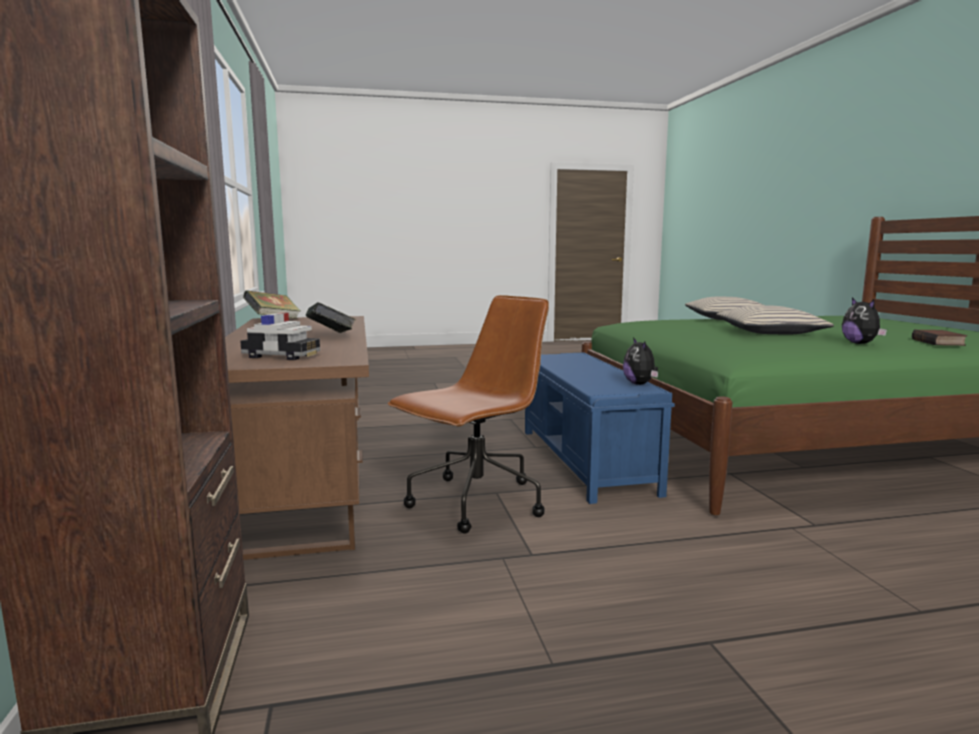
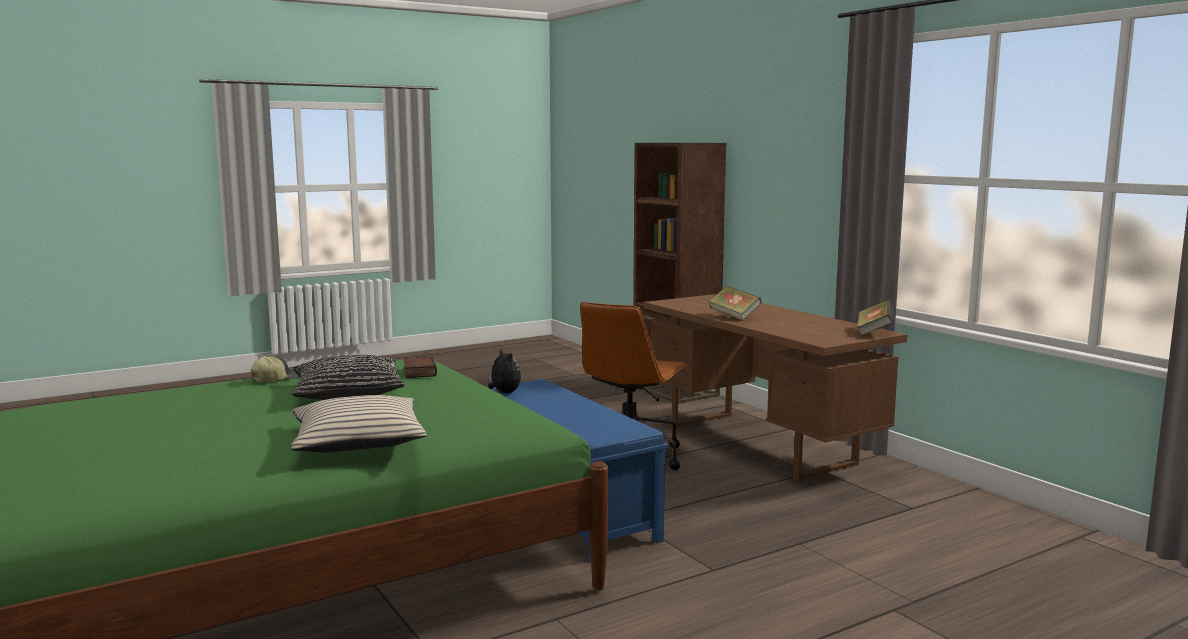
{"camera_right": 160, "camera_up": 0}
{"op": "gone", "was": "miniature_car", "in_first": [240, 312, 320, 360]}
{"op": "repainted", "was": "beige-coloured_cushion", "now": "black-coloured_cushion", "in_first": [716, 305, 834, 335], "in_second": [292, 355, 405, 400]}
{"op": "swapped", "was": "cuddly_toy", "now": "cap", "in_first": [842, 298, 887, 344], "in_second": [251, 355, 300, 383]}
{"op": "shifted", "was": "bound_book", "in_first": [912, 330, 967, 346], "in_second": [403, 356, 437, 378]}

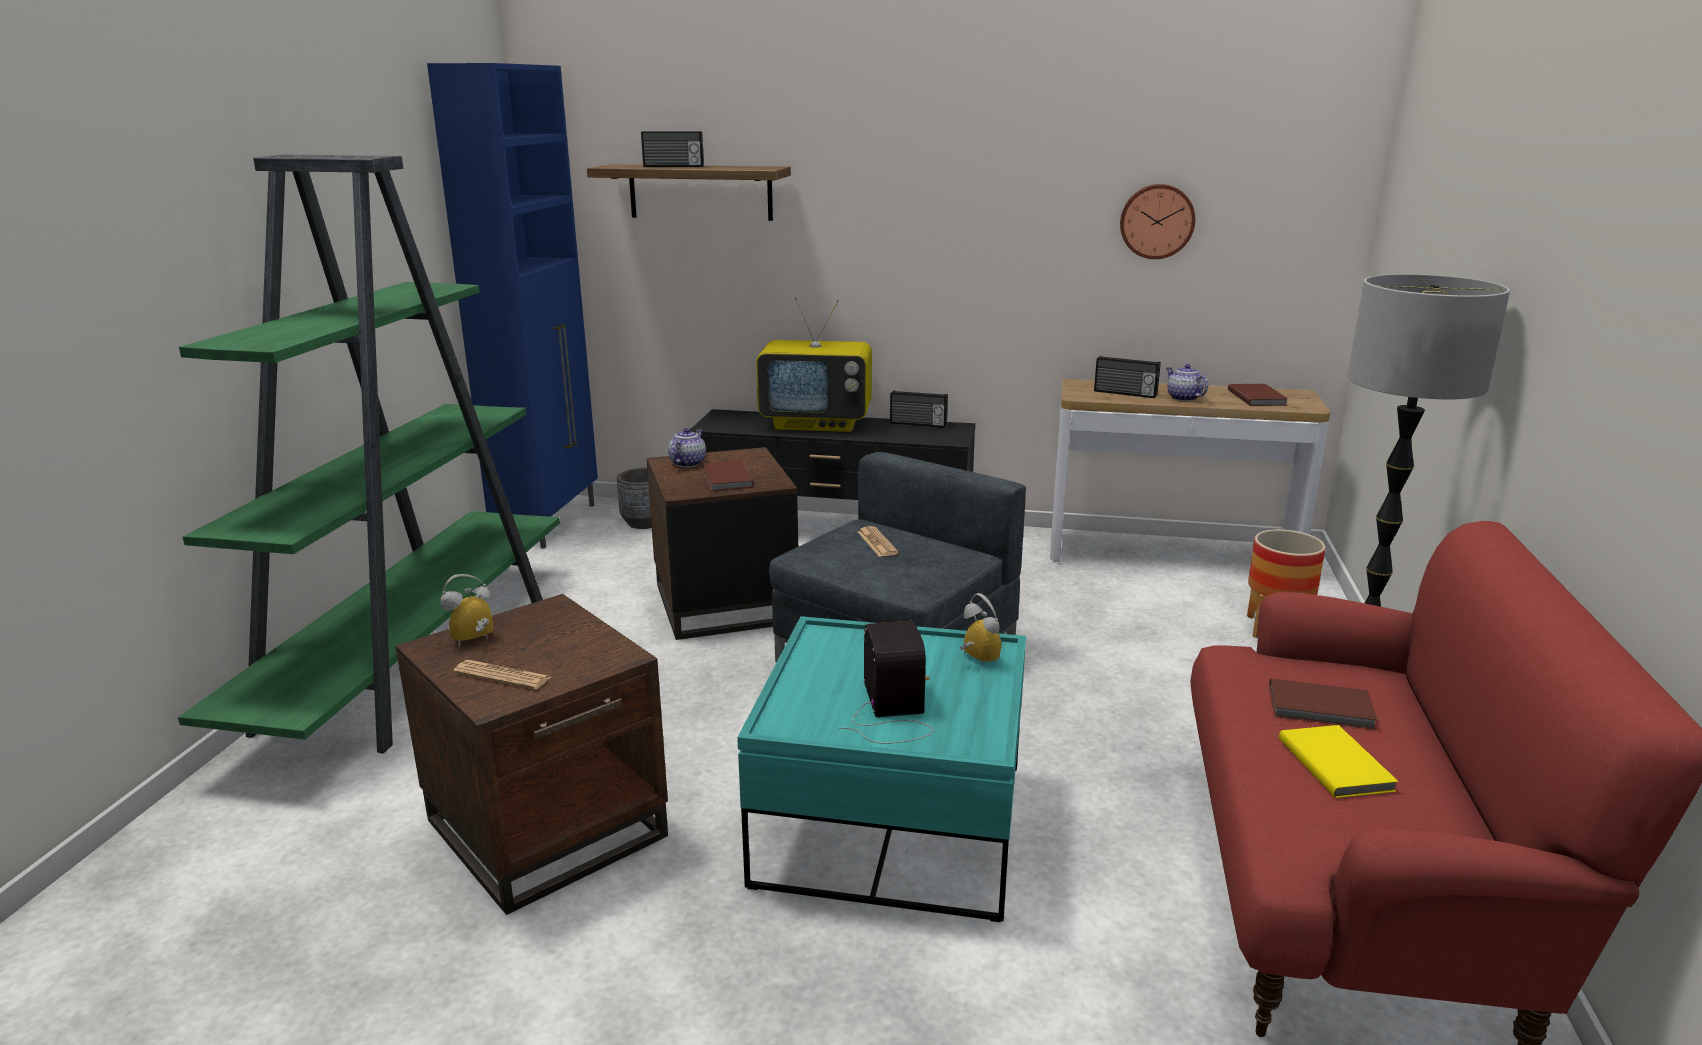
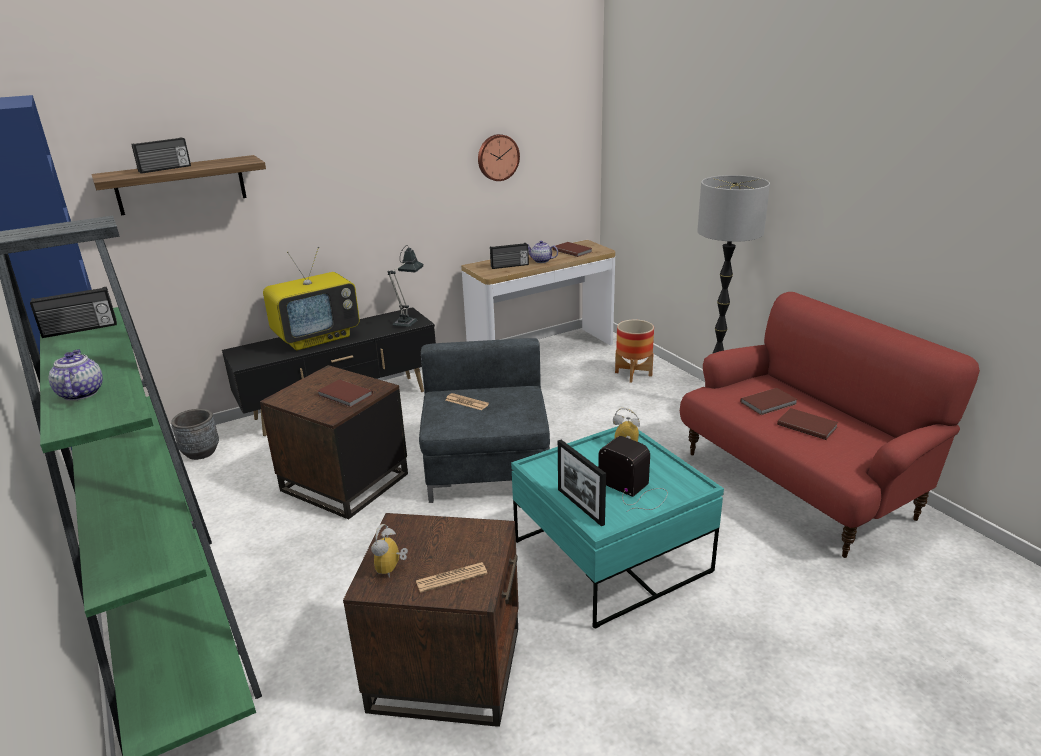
{"camera_right": -40, "camera_up": 5}
{"op": "shifted", "was": "teapot", "in_first": [668, 428, 706, 467], "in_second": [49, 349, 103, 401]}
{"op": "shifted", "was": "radio_set", "in_first": [890, 390, 948, 428], "in_second": [30, 287, 117, 338]}
{"op": "repainted", "was": "yellow-coloured_bound_book", "now": "brown_bound_book", "in_first": [1279, 725, 1399, 798], "in_second": [777, 408, 839, 440]}
{"op": "new", "now": "table_lamp", "in_second": [388, 245, 423, 327]}
{"op": "new", "now": "picture_frame", "in_second": [558, 440, 606, 526]}

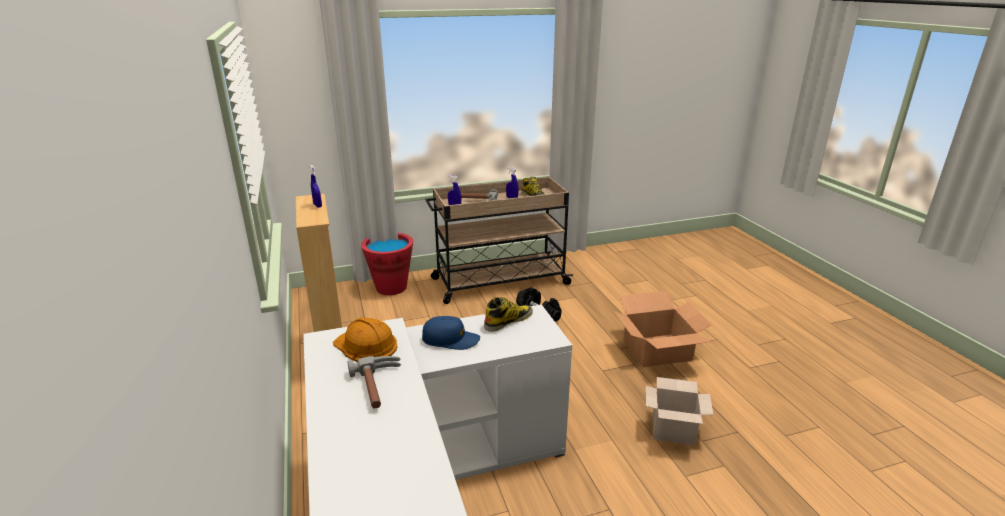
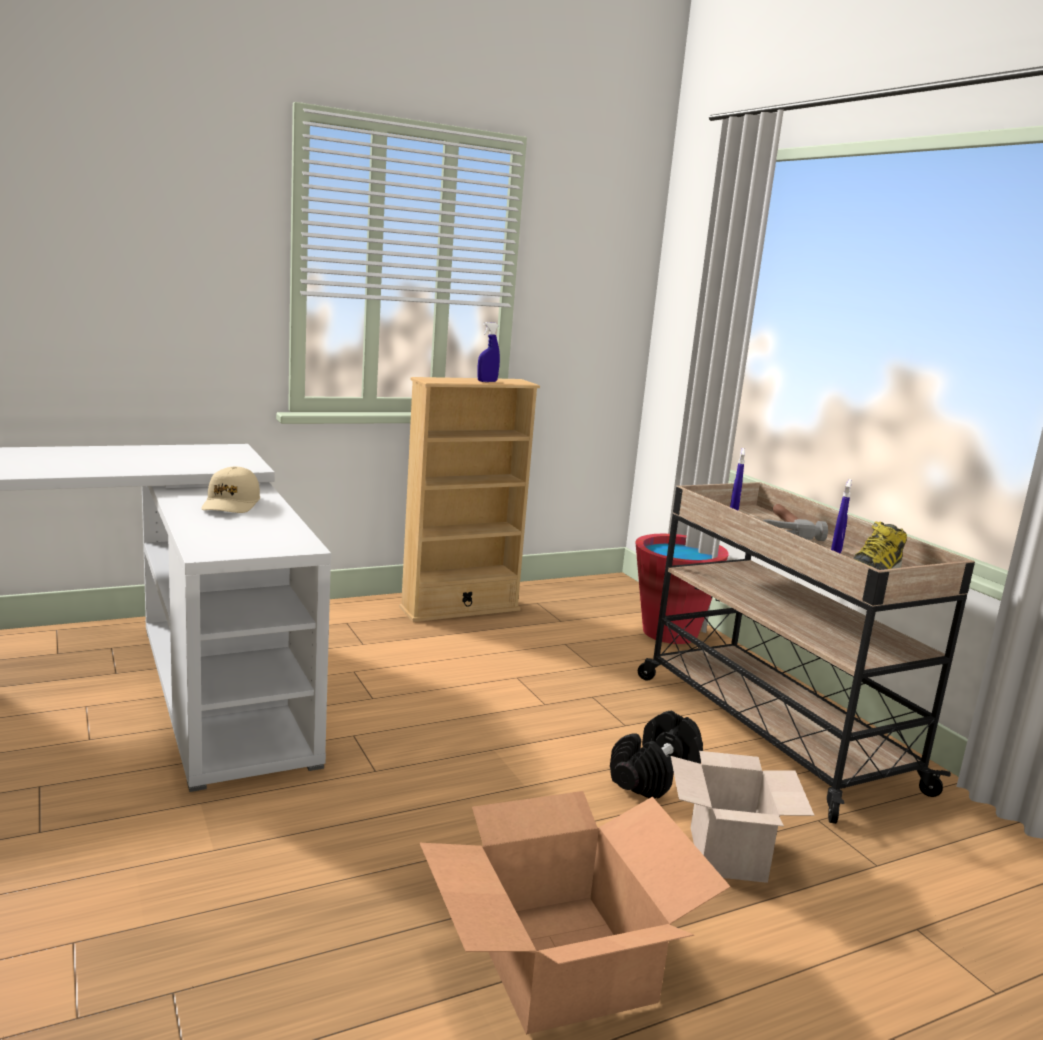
{"camera_right": 80, "camera_up": -10}
{"op": "gone", "was": "orange_work_helmet", "in_first": [333, 318, 398, 362]}
{"op": "gone", "was": "tool_hammer", "in_first": [348, 356, 401, 409]}
{"op": "repainted", "was": "blue_cap", "now": "beige-coloured_cap", "in_first": [422, 316, 480, 350], "in_second": [201, 466, 260, 513]}
{"op": "gone", "was": "boot", "in_first": [484, 297, 533, 332]}
{"op": "shifted", "was": "packing_box", "in_first": [646, 377, 713, 445], "in_second": [671, 751, 814, 883]}

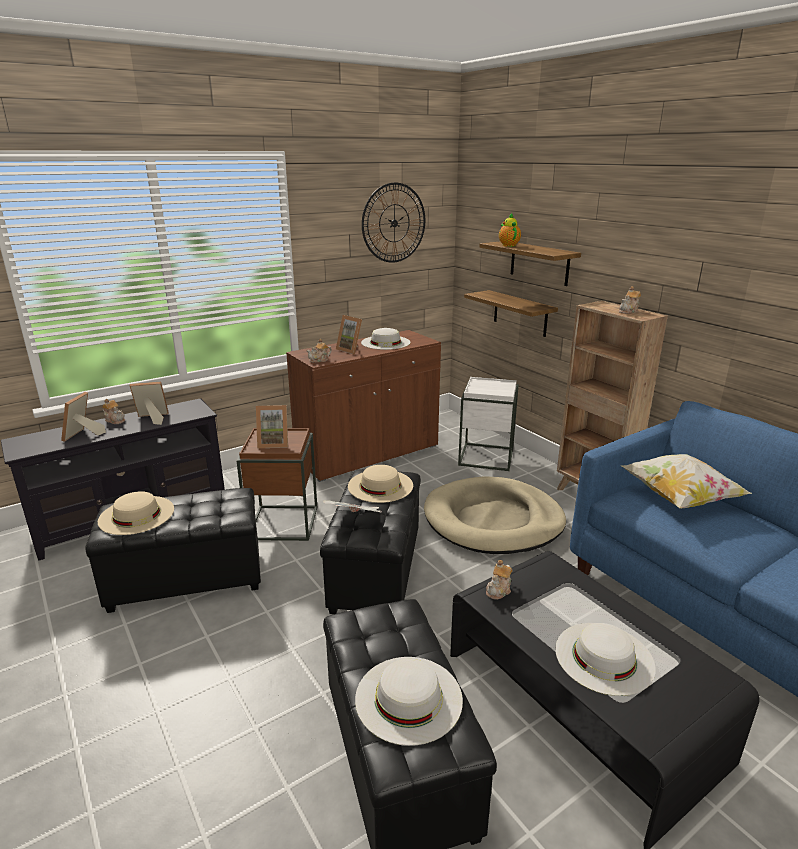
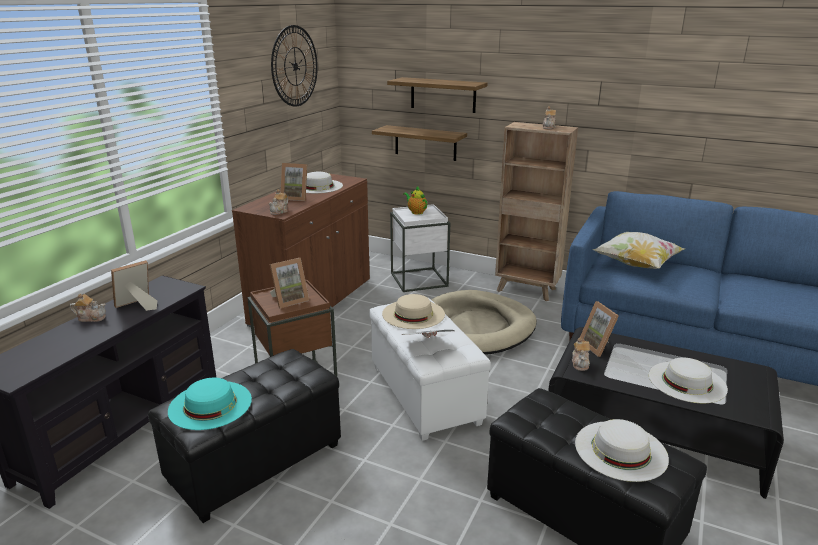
{"camera_right": -30, "camera_up": 0}
{"op": "shifted", "was": "picture_frame", "in_first": [61, 392, 106, 442], "in_second": [580, 301, 619, 357]}
{"op": "repainted", "was": "beige-coloured_hat", "now": "turquoise-coloured_hat", "in_first": [98, 491, 174, 535], "in_second": [168, 378, 252, 430]}
{"op": "repainted", "was": "black-coloured_ottoman", "now": "white_ottoman", "in_first": [320, 470, 421, 614], "in_second": [369, 298, 491, 441]}
{"op": "shifted", "was": "teapot", "in_first": [499, 213, 521, 247], "in_second": [403, 186, 427, 215]}

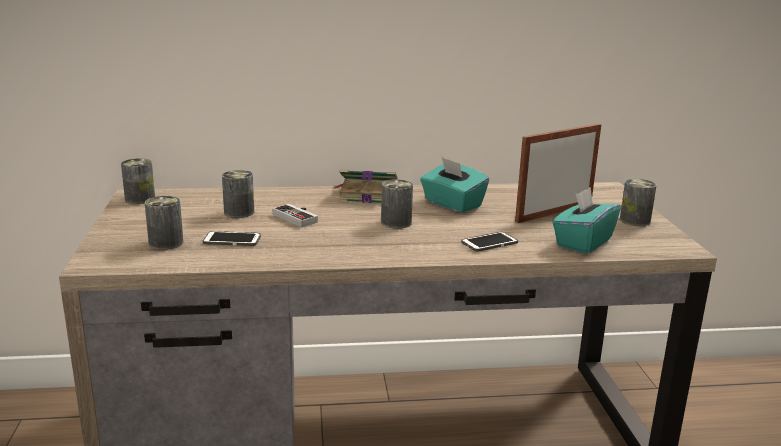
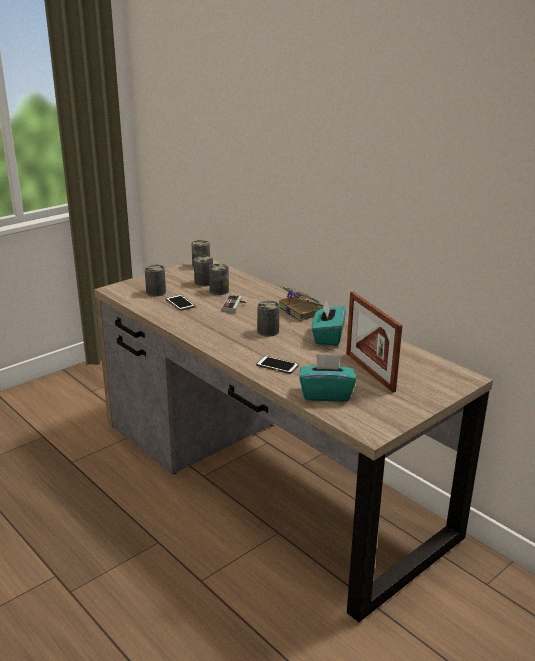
{"camera_right": 55, "camera_up": 5}
{"op": "rotated", "was": "picture_frame", "in_first": [515, 124, 601, 223], "in_second": [346, 291, 403, 393], "clockwise": -135}
{"op": "shifted", "was": "sealed_can", "in_first": [620, 179, 657, 226], "in_second": [194, 256, 213, 287]}

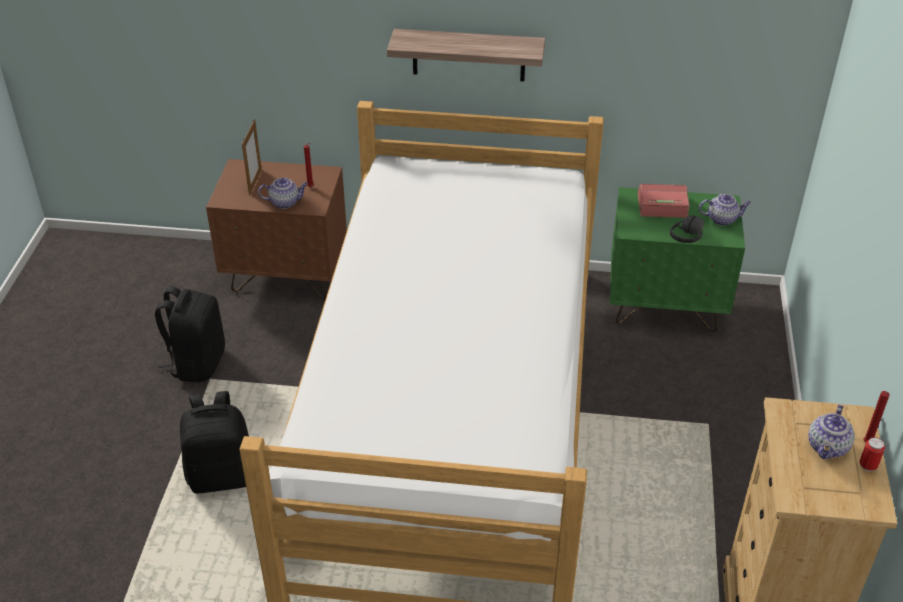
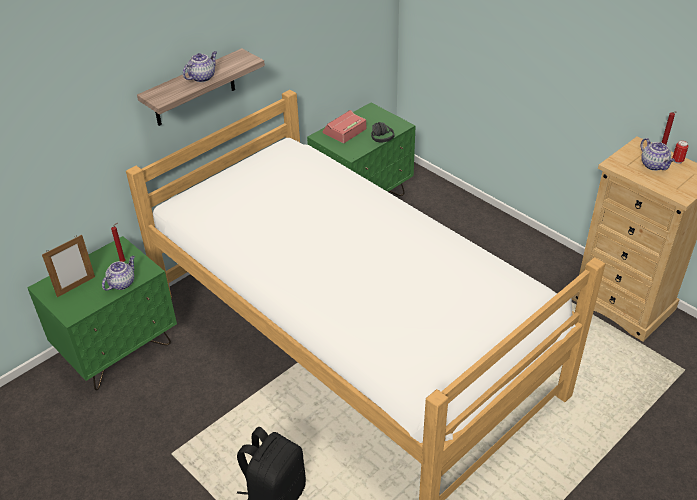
{"camera_right": -50, "camera_up": 0}
{"op": "gone", "was": "black-coloured_rucksack", "in_first": [155, 286, 225, 382]}
{"op": "repainted", "was": "brown_nightstand", "now": "green_nightstand", "in_first": [206, 159, 347, 299], "in_second": [27, 236, 177, 390]}
{"op": "rotated", "was": "picture_frame", "in_first": [242, 119, 262, 195], "in_second": [42, 235, 95, 297], "clockwise": 90}
{"op": "shifted", "was": "teapot", "in_first": [699, 194, 751, 226], "in_second": [183, 51, 217, 82]}

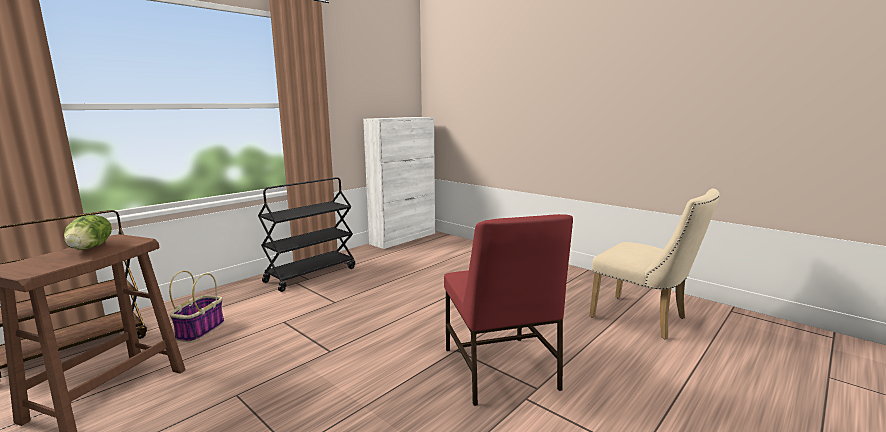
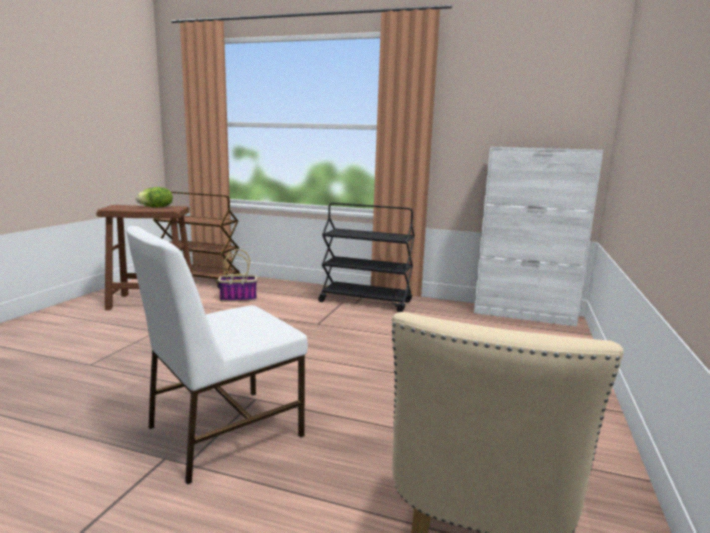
{"camera_right": 65, "camera_up": 0}
{"op": "repainted", "was": "red-coloured_upright_chair", "now": "white_upright_chair", "in_first": [444, 214, 573, 406], "in_second": [126, 226, 308, 484]}

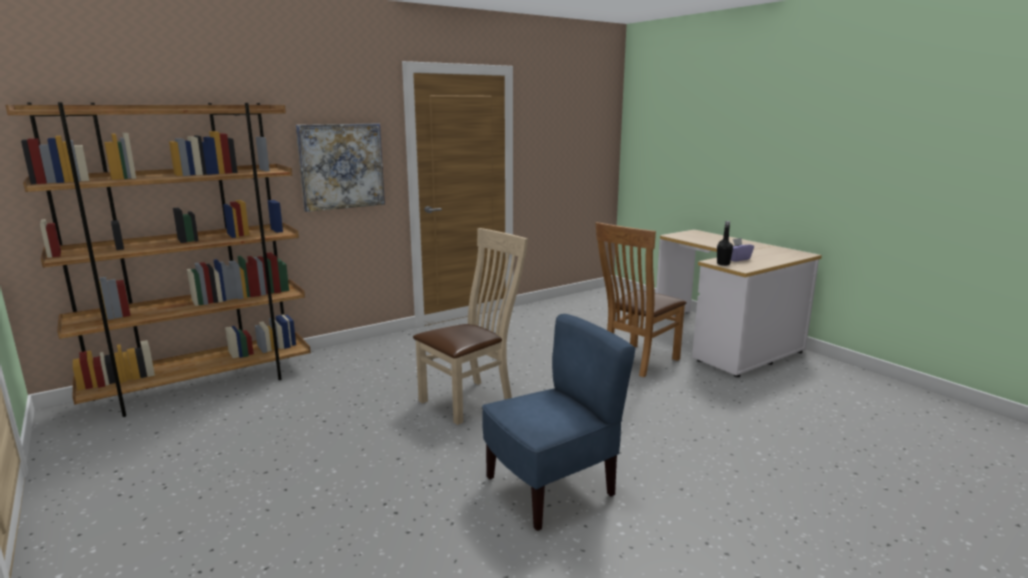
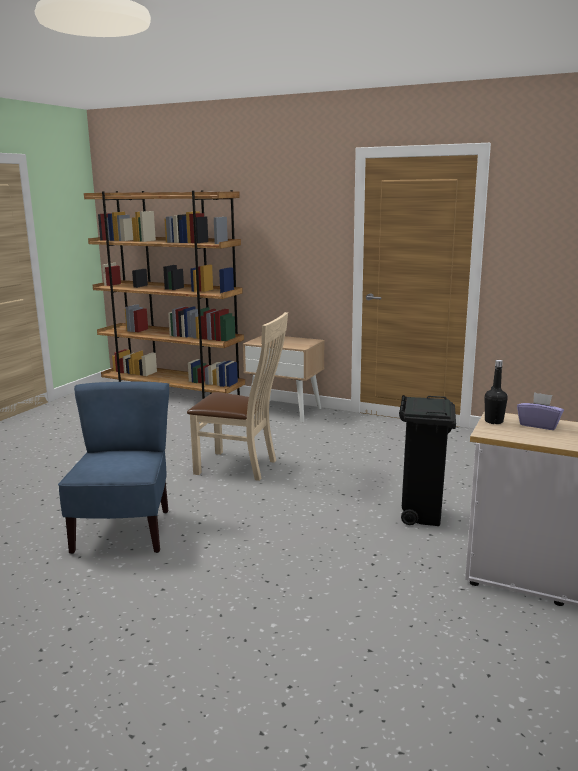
{"camera_right": 60, "camera_up": 0}
{"op": "gone", "was": "picture", "in_first": [296, 123, 385, 212]}
{"op": "rotated", "was": "blue_upright_chair", "in_first": [482, 314, 636, 531], "in_second": [58, 382, 169, 554], "clockwise": -120}
{"op": "swapped", "was": "brown_upright_chair", "now": "black-coloured_rubbish_bin", "in_first": [595, 222, 687, 377], "in_second": [399, 395, 456, 526]}
{"op": "new", "now": "beige-coloured_nightstand", "in_second": [243, 336, 325, 422]}

